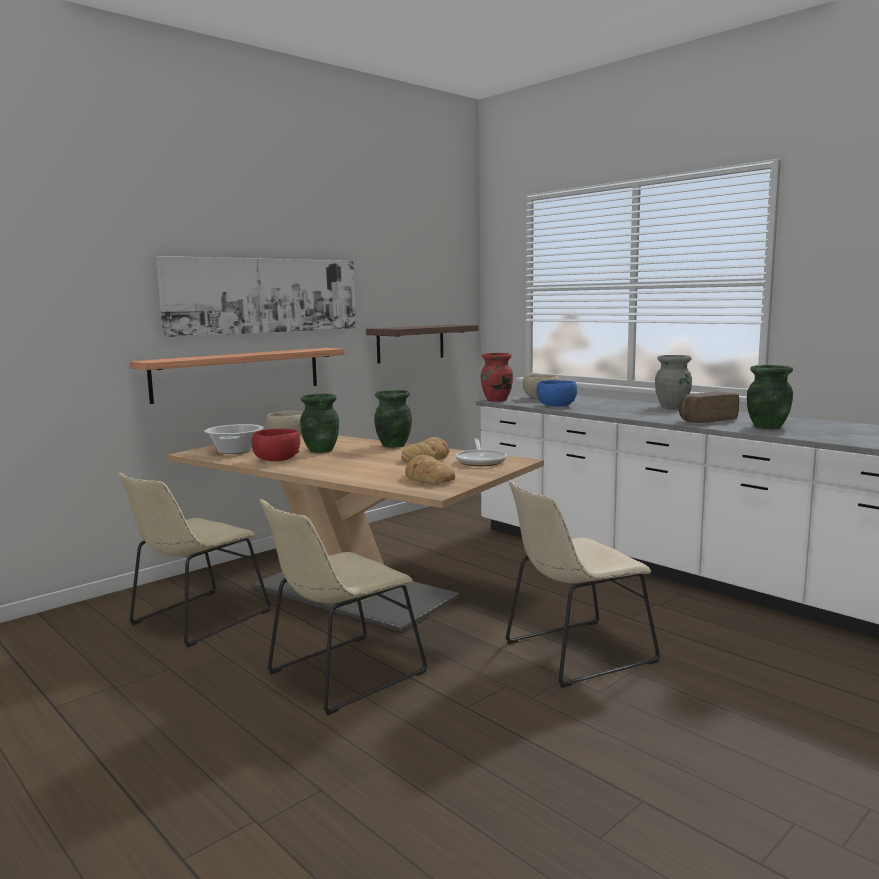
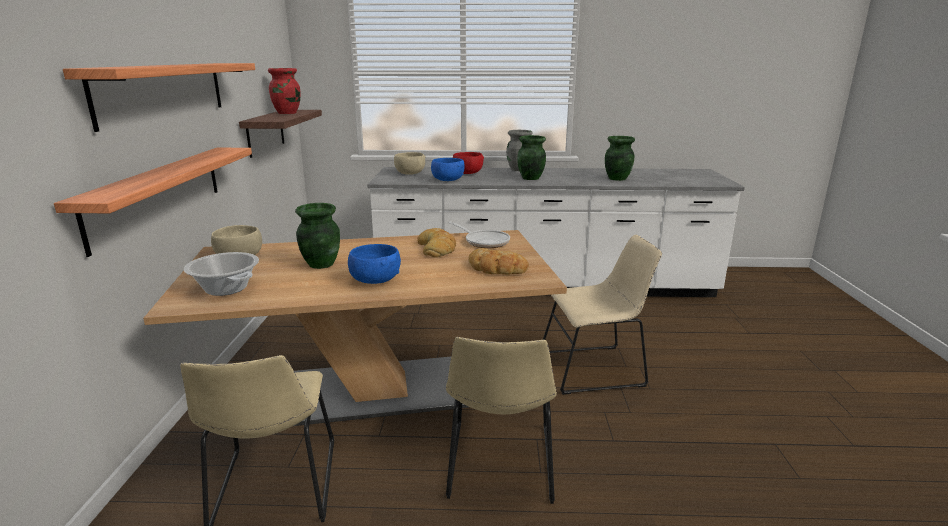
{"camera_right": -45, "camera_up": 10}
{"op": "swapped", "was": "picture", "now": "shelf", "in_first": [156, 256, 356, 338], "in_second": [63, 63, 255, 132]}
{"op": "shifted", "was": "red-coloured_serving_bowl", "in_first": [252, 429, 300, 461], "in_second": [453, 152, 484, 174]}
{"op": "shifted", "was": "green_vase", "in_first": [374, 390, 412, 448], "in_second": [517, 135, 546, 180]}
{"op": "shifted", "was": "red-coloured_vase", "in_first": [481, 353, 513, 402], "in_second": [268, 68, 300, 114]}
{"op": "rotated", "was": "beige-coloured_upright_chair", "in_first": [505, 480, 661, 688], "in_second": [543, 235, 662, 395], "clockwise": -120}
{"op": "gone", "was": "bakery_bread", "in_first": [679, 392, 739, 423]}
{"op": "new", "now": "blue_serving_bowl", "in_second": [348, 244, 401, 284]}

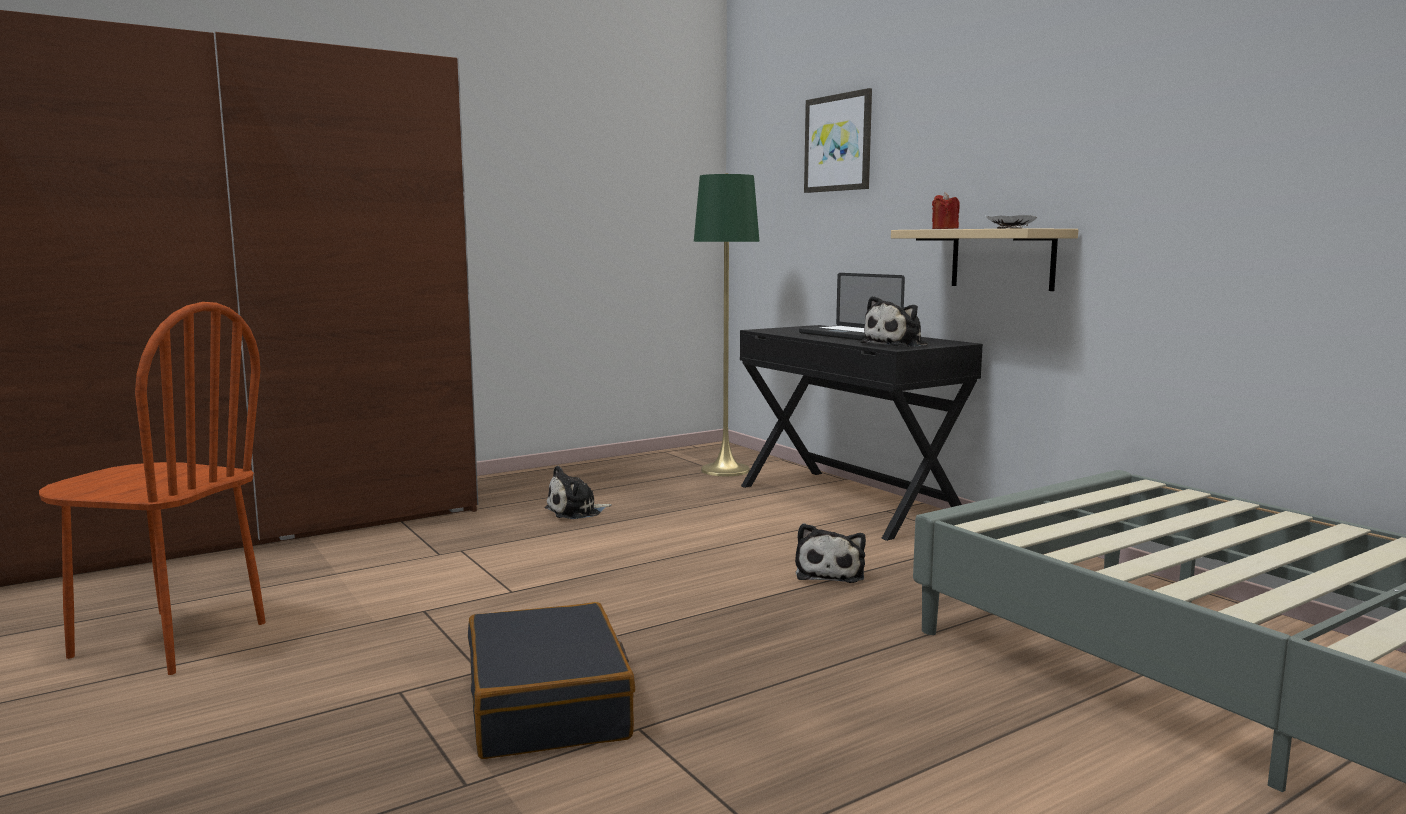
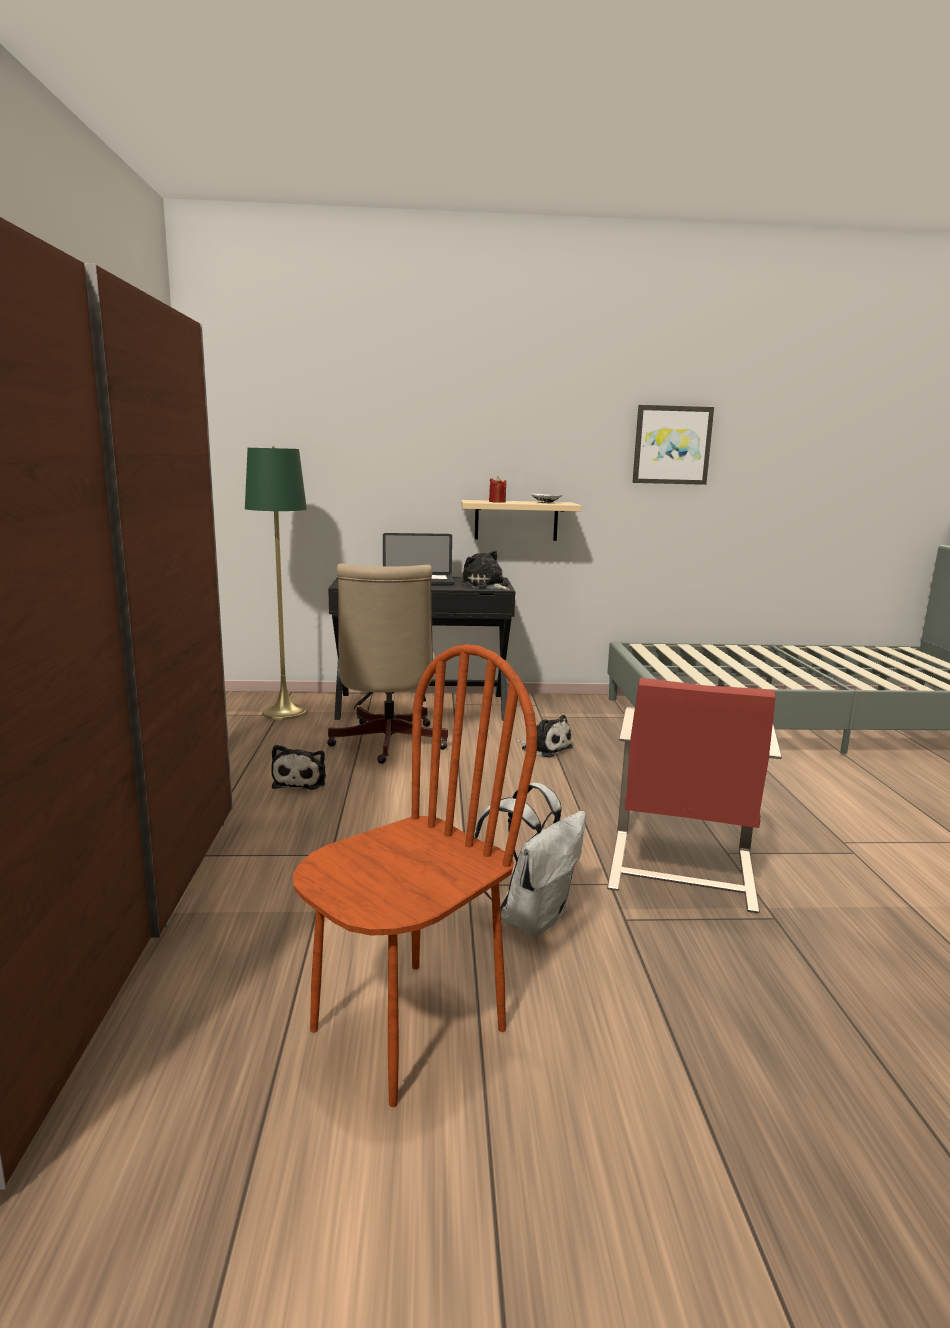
{"camera_right": -60, "camera_up": 5}
{"op": "swapped", "was": "black-coloured_suitcase", "now": "red-coloured_upright_chair", "in_first": [468, 602, 635, 759], "in_second": [607, 678, 782, 913]}
{"op": "shifted", "was": "picture", "in_first": [804, 88, 872, 193], "in_second": [632, 405, 714, 485]}
{"op": "rotated", "was": "cuddly_toy", "in_first": [860, 296, 928, 347], "in_second": [461, 550, 511, 590], "clockwise": 150}
{"op": "new", "now": "beige-coloured_desk_chair", "in_second": [327, 564, 448, 764]}
{"op": "new", "now": "white_rucksack", "in_second": [474, 783, 586, 936]}

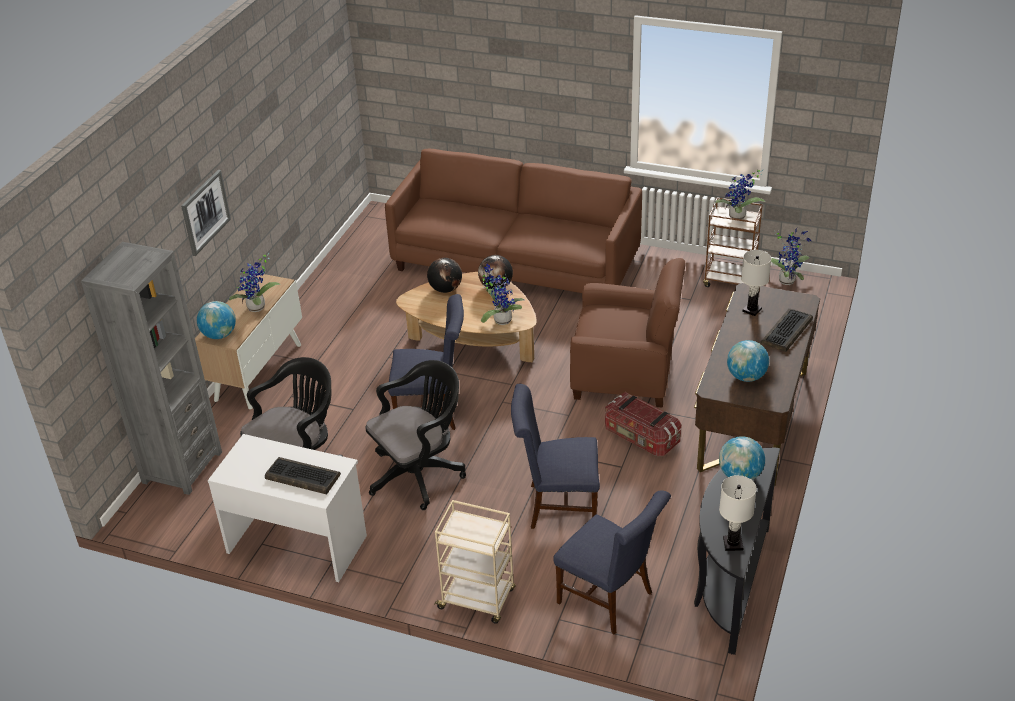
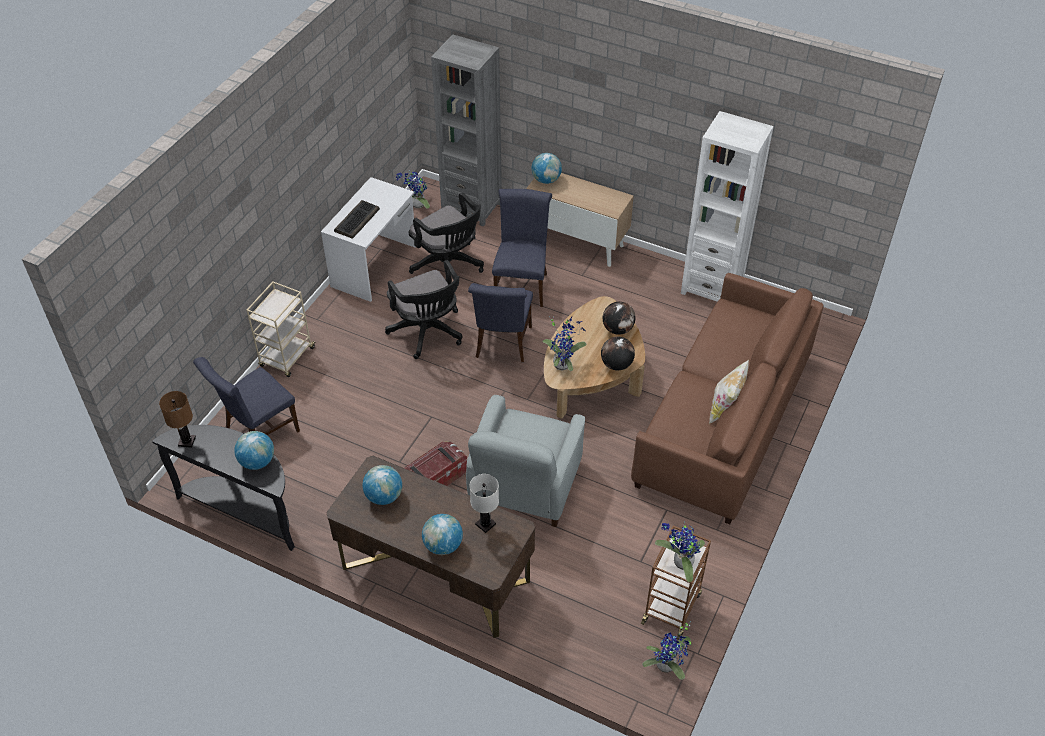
{"camera_right": 95, "camera_up": 10}
{"op": "gone", "was": "picture", "in_first": [181, 170, 231, 256]}
{"op": "shifted", "was": "plant_in_a_pot", "in_first": [229, 253, 281, 312], "in_second": [396, 170, 430, 209]}
{"op": "shifted", "was": "blue_upright_chair", "in_first": [511, 384, 600, 529], "in_second": [492, 189, 552, 307]}
{"op": "repainted", "was": "brown_easy_chair", "now": "grey_easy_chair", "in_first": [570, 258, 686, 408], "in_second": [466, 395, 585, 527]}
{"op": "repainted", "was": "white_table_lamp", "now": "brown_table_lamp", "in_first": [719, 475, 757, 551], "in_second": [159, 391, 196, 448]}
{"op": "swapped", "was": "PC_keyboard", "now": "world_globe", "in_first": [761, 309, 813, 352], "in_second": [422, 514, 463, 555]}
{"op": "new", "now": "white_shelving_unit", "in_second": [681, 111, 774, 302]}
{"op": "new", "now": "cushion", "in_second": [709, 360, 749, 424]}

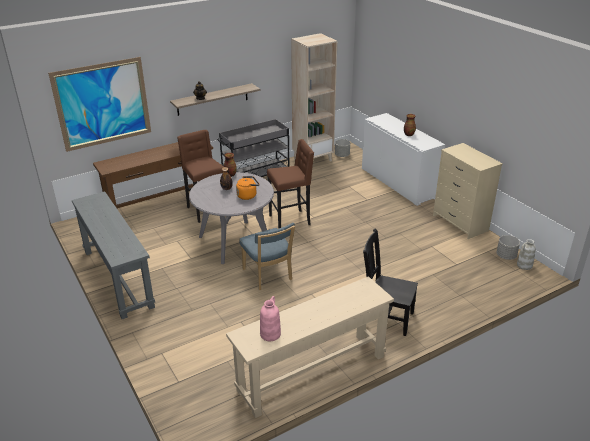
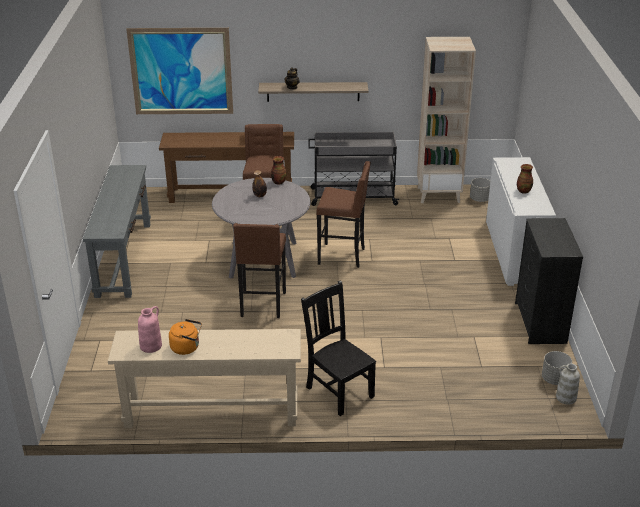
{"camera_right": 30, "camera_up": 0}
{"op": "shifted", "was": "orange_water_kettle", "in_first": [236, 176, 259, 200], "in_second": [169, 319, 202, 355]}
{"op": "swapped", "was": "blue_upright_chair", "now": "brown_sitting_stool", "in_first": [239, 223, 295, 290], "in_second": [233, 223, 286, 318]}
{"op": "repainted", "was": "beige-coloured_dresser", "now": "black-coloured_dresser", "in_first": [433, 143, 503, 239], "in_second": [515, 218, 583, 344]}

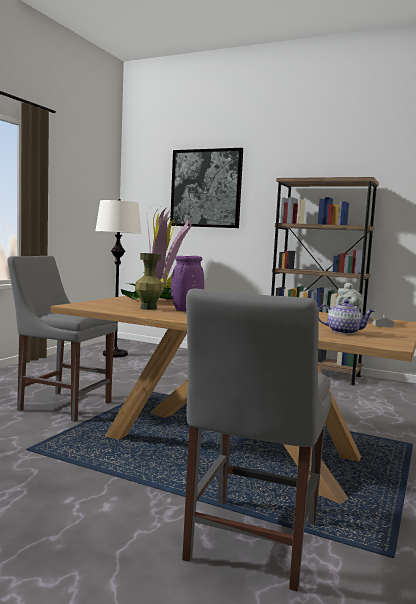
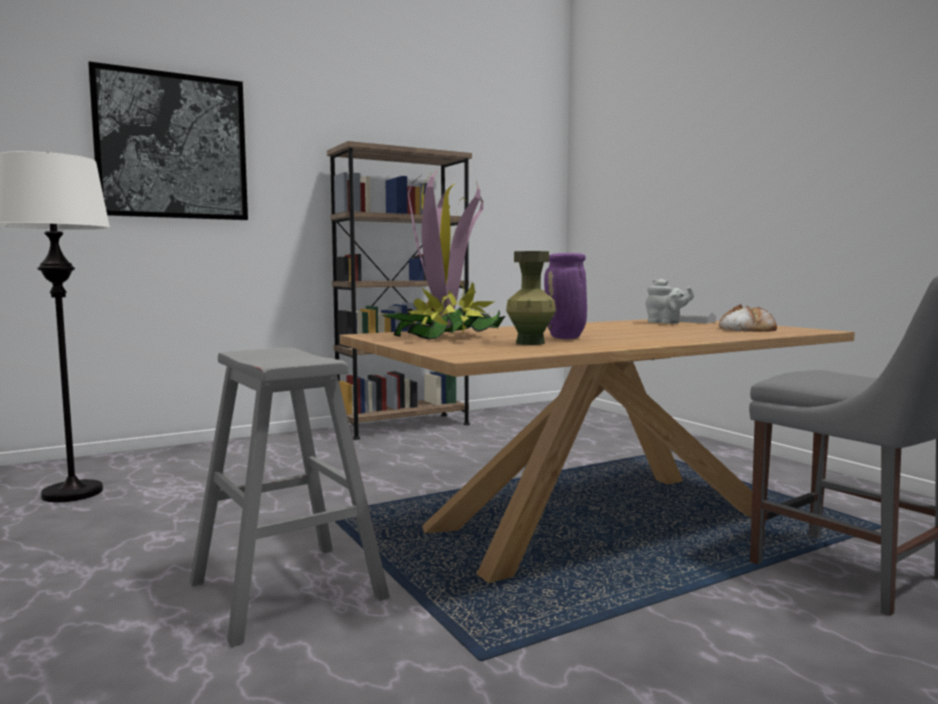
{"camera_right": -55, "camera_up": 0}
{"op": "swapped", "was": "grey_upright_chair", "now": "grey_sitting_stool", "in_first": [7, 256, 117, 422], "in_second": [190, 348, 390, 647]}
{"op": "swapped", "was": "teapot", "now": "bakery_bread", "in_first": [318, 300, 375, 334], "in_second": [719, 304, 777, 332]}

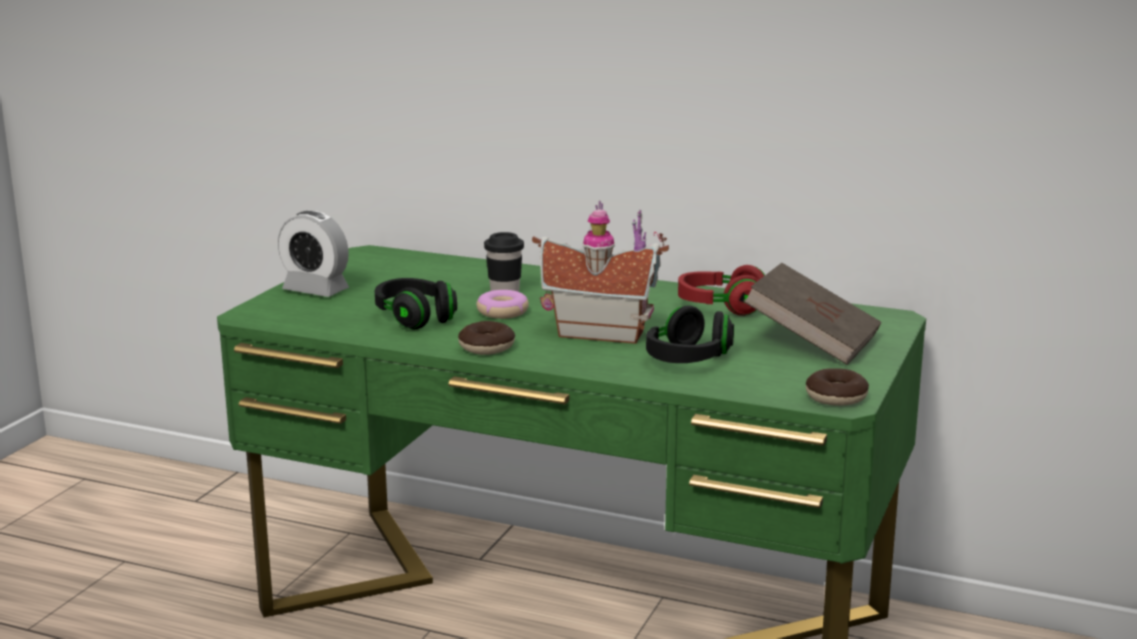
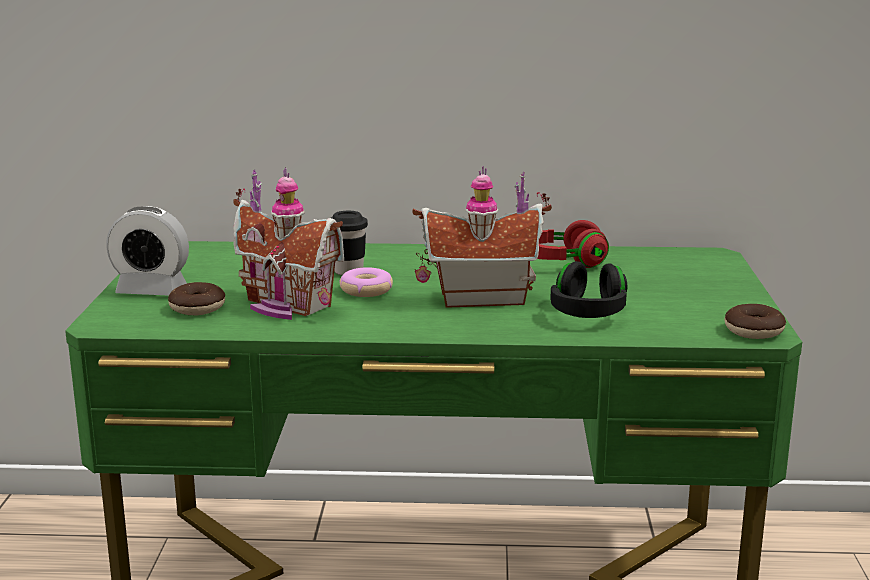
{"camera_right": -20, "camera_up": 0}
{"op": "swapped", "was": "black-coloured_headset", "now": "model_house", "in_first": [375, 278, 457, 329], "in_second": [233, 168, 344, 320]}
{"op": "shifted", "was": "donut", "in_first": [458, 321, 515, 355], "in_second": [168, 282, 225, 316]}
{"op": "gone", "was": "brown_bound_book", "in_first": [743, 263, 882, 365]}

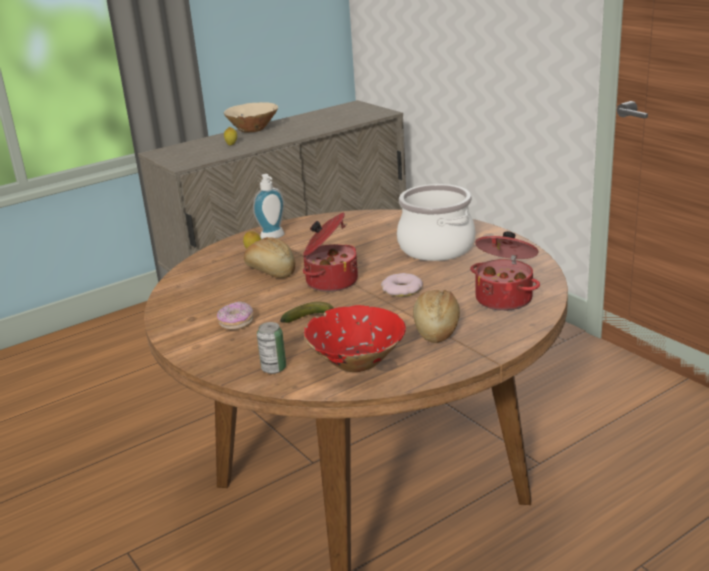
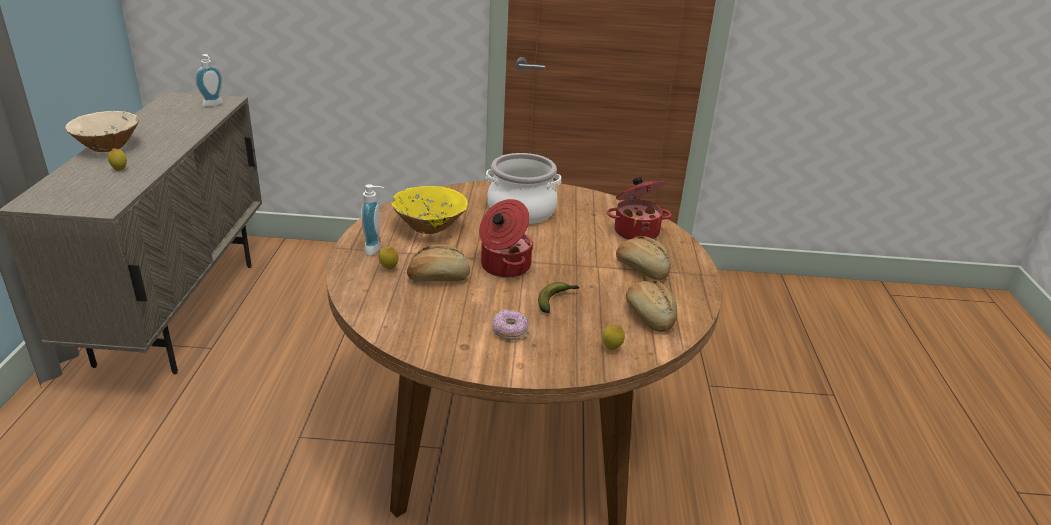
{"camera_right": -55, "camera_up": 5}
{"op": "swapped", "was": "sealed_can", "now": "lemon", "in_first": [257, 322, 286, 374], "in_second": [602, 324, 625, 350]}
{"op": "swapped", "was": "red-coloured_serving_bowl", "now": "bakery_bread", "in_first": [303, 305, 406, 372], "in_second": [626, 280, 677, 332]}
{"op": "gone", "was": "donut", "in_first": [381, 273, 423, 297]}
{"op": "new", "now": "soap_dispenser", "in_second": [195, 54, 223, 107]}
{"op": "new", "now": "yellow-coloured_serving_bowl", "in_second": [391, 186, 468, 234]}

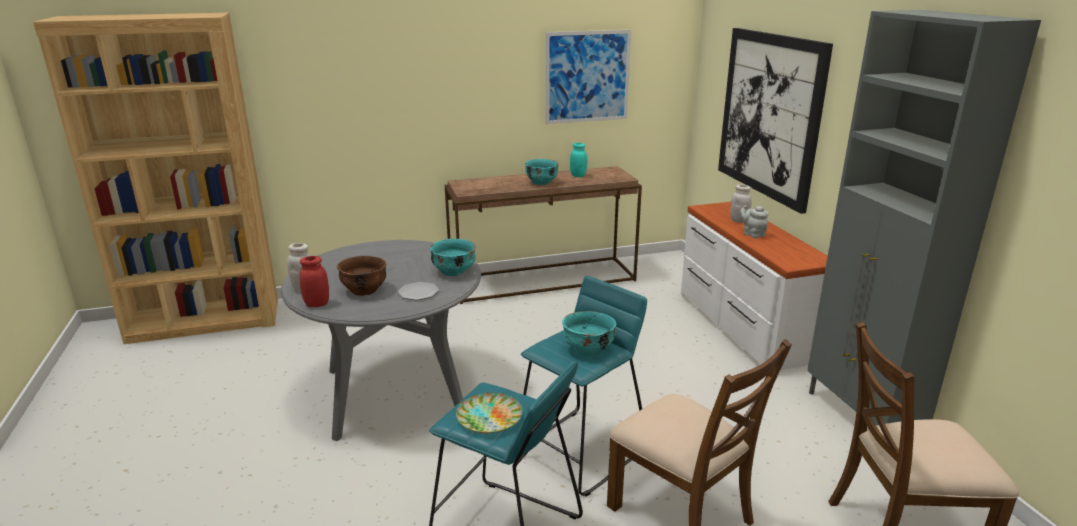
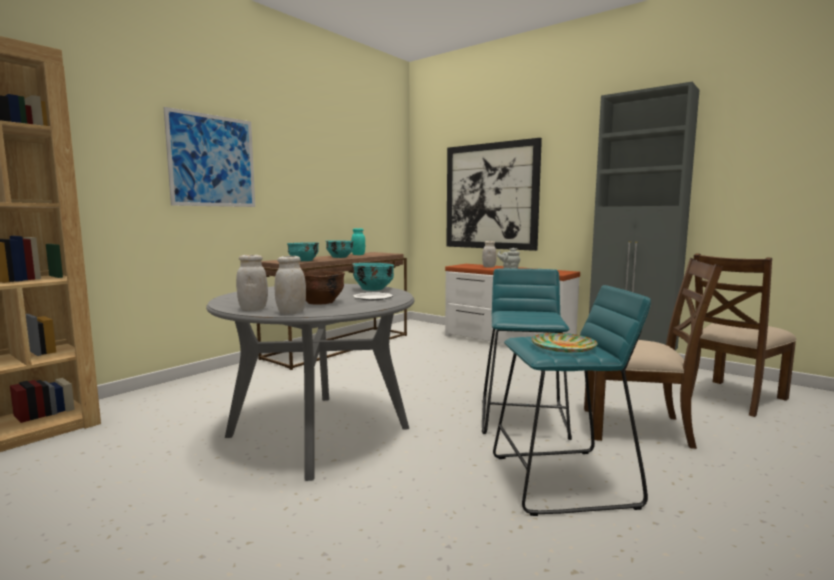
{"camera_right": -35, "camera_up": -15}
{"op": "repainted", "was": "red-coloured_storage_jar", "now": "white_storage_jar", "in_first": [300, 256, 329, 307], "in_second": [275, 256, 306, 314]}
{"op": "shifted", "was": "picture", "in_first": [545, 30, 631, 124], "in_second": [163, 107, 255, 207]}
{"op": "shifted", "was": "turquoise-coloured_serving_bowl", "in_first": [562, 311, 617, 356], "in_second": [287, 242, 319, 261]}

